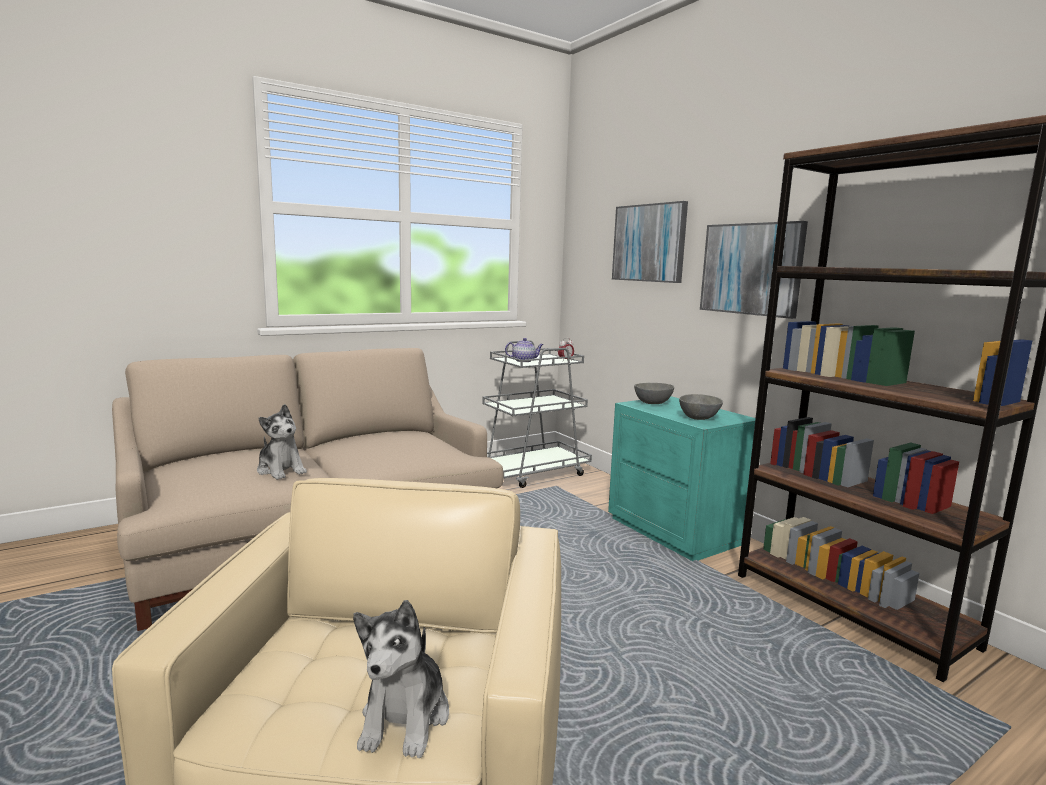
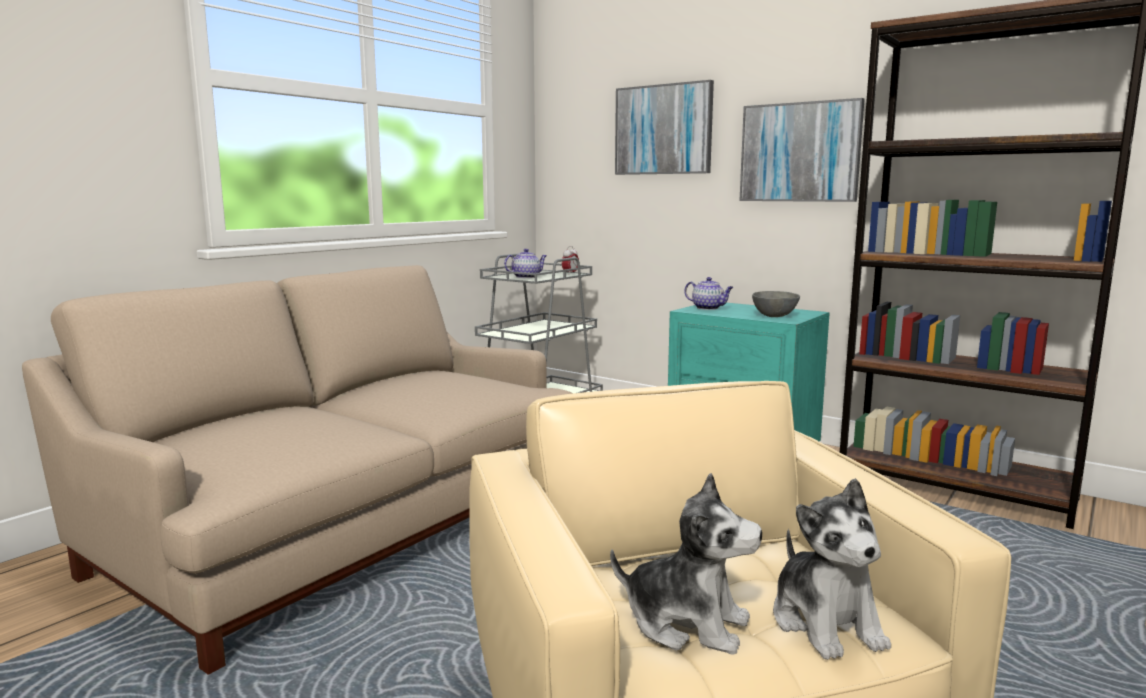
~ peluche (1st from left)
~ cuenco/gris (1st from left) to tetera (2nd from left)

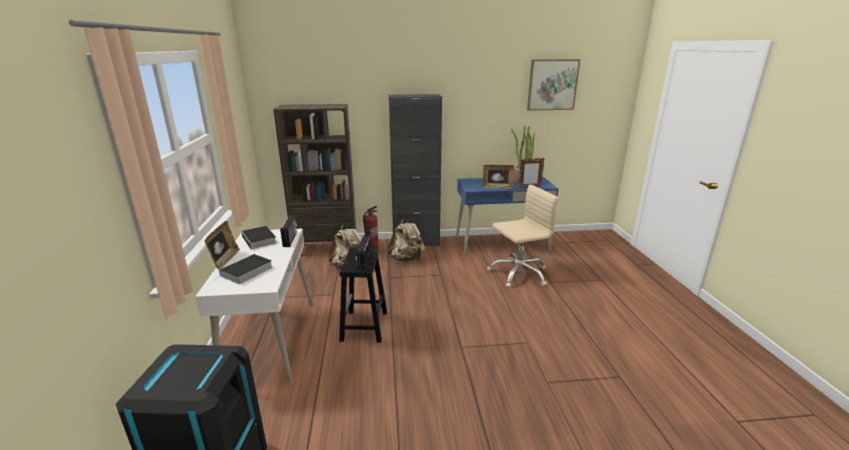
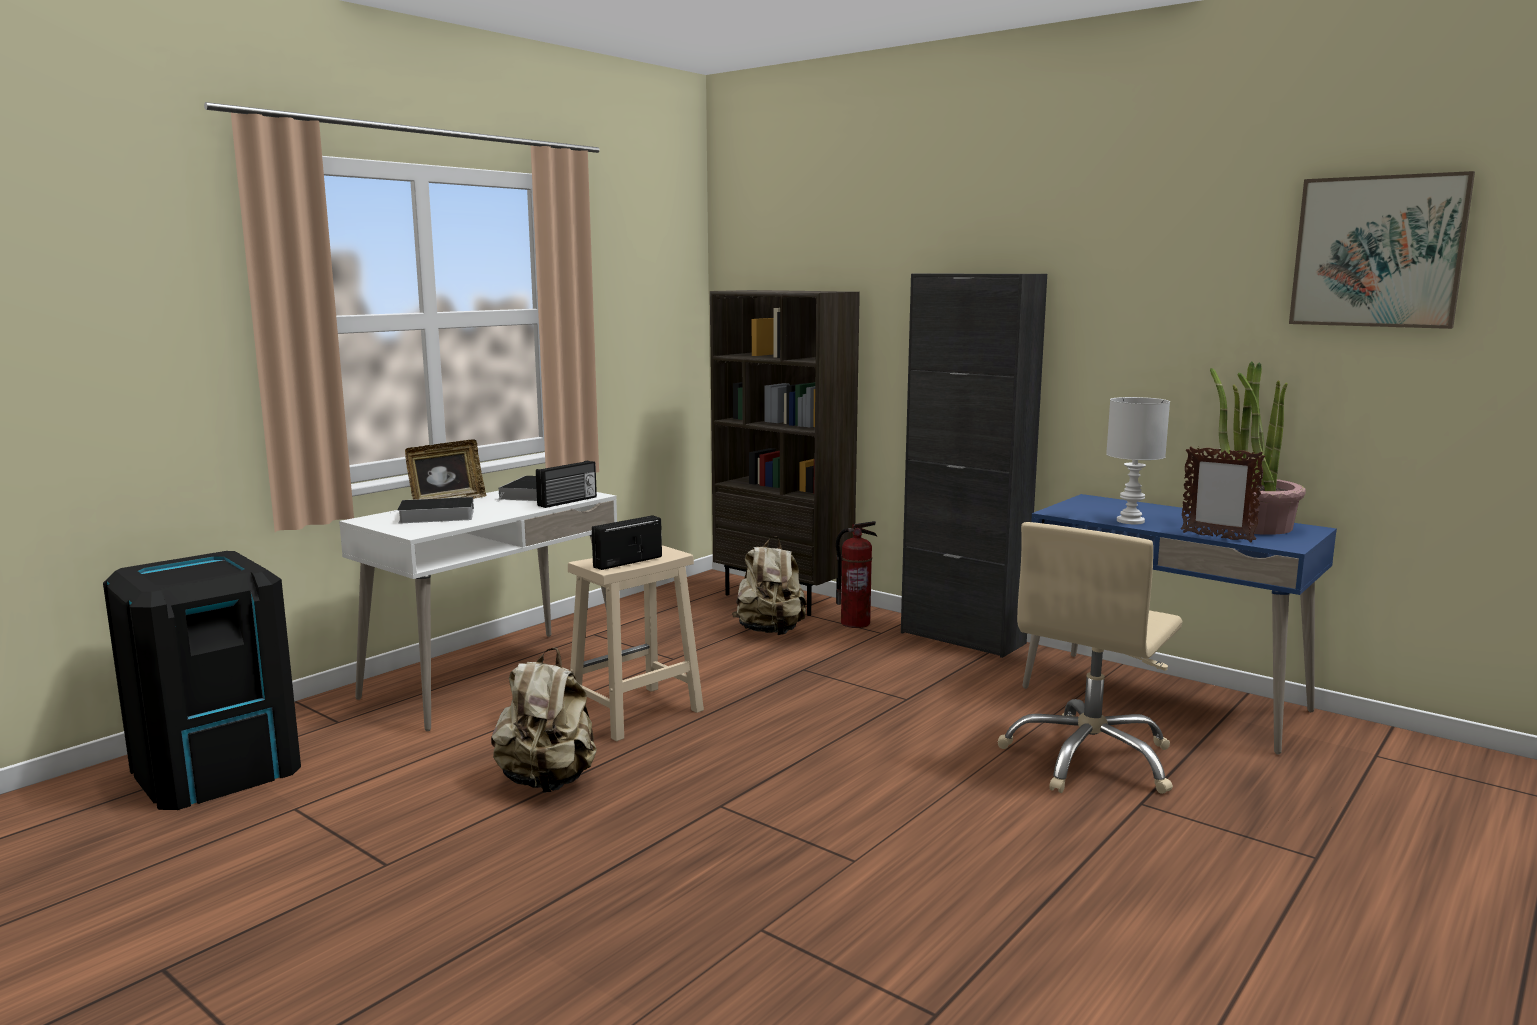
~ mochila/beis (2nd from left in the first image) to mochila/beis (1st from left)
~ taburete/negro to taburete/beis
~ silla de oficina/beis 105 degrees clockwise
~ portarretratos (2nd from left) to lámpara de mesa/blanco

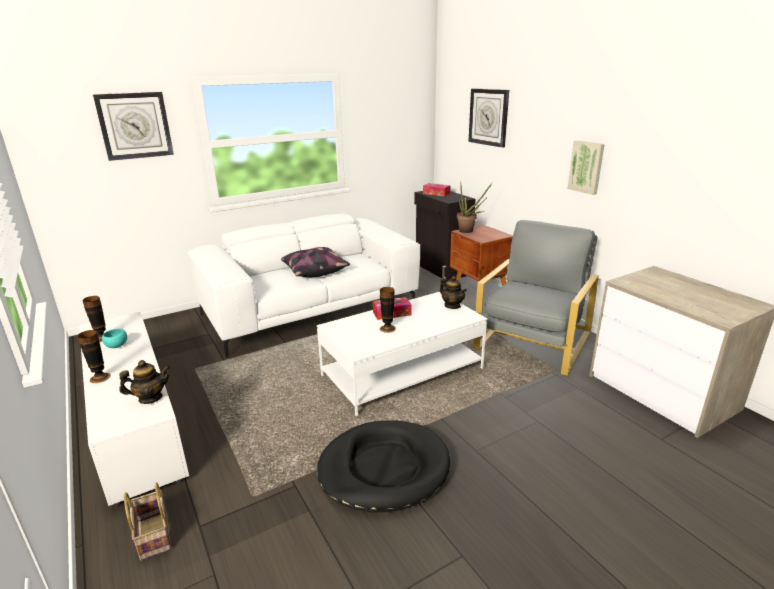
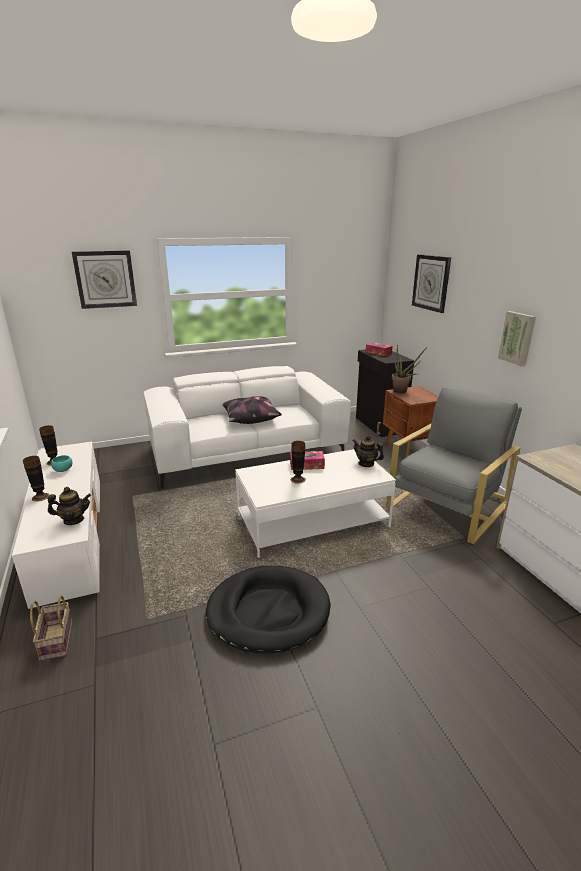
~ tetera (2nd from left) 150 degrees clockwise

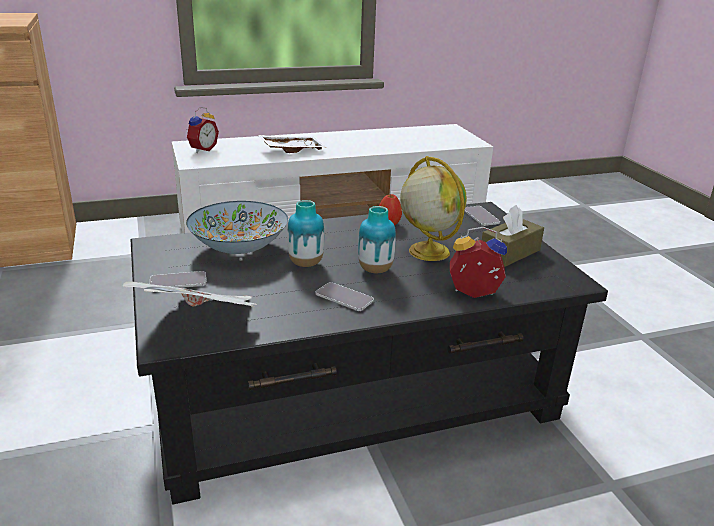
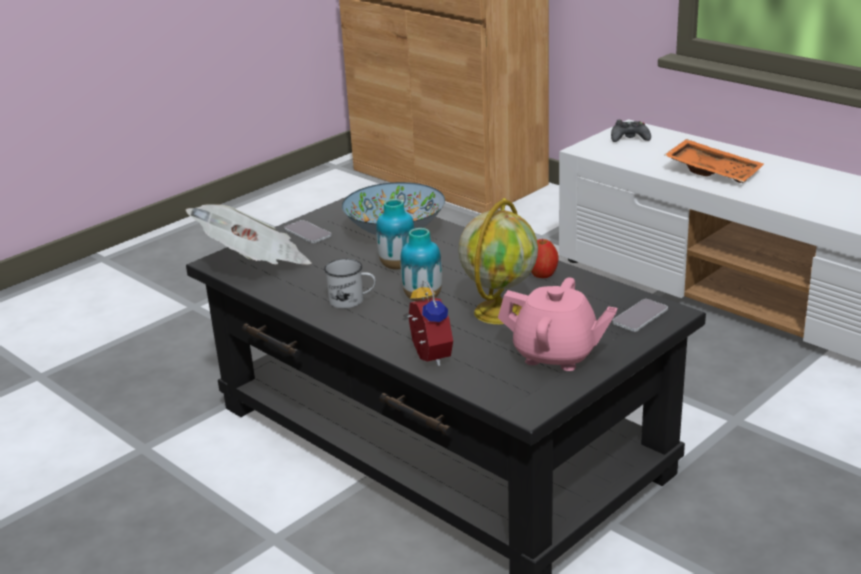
~ móvil (2nd from left) to taza grande/blanco
~ caja de pañuelos/marrón to tetera/rosa
~ despertador (1st from left) to mando de consola/negro
~ bandeja/blanco to bandeja/naranja

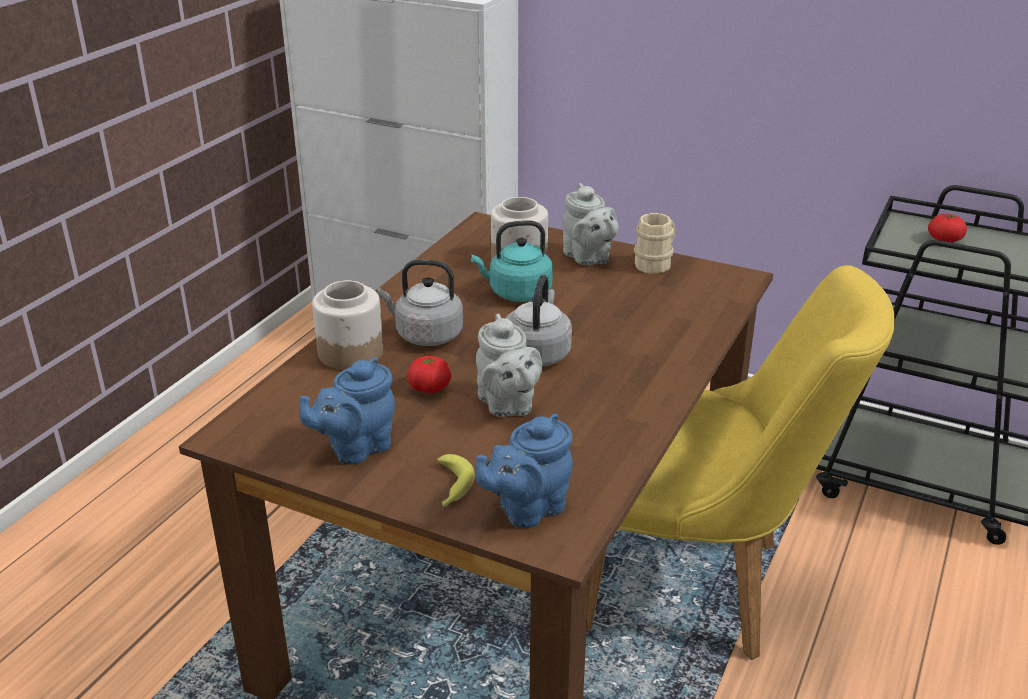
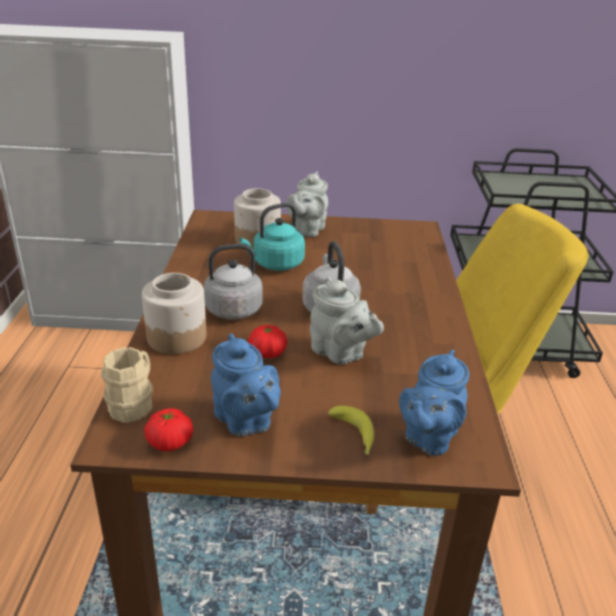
~ taza grande/beis
~ tomate (2nd from left in the first image) to tomate (1st from left)
~ tetera/azul (1st from left) 60 degrees counterclockwise
~ tetera/gris (2nd from left in the first image) 75 degrees clockwise

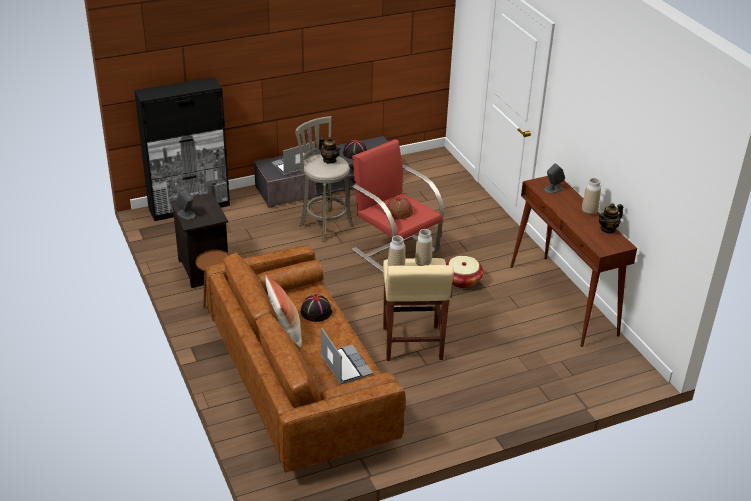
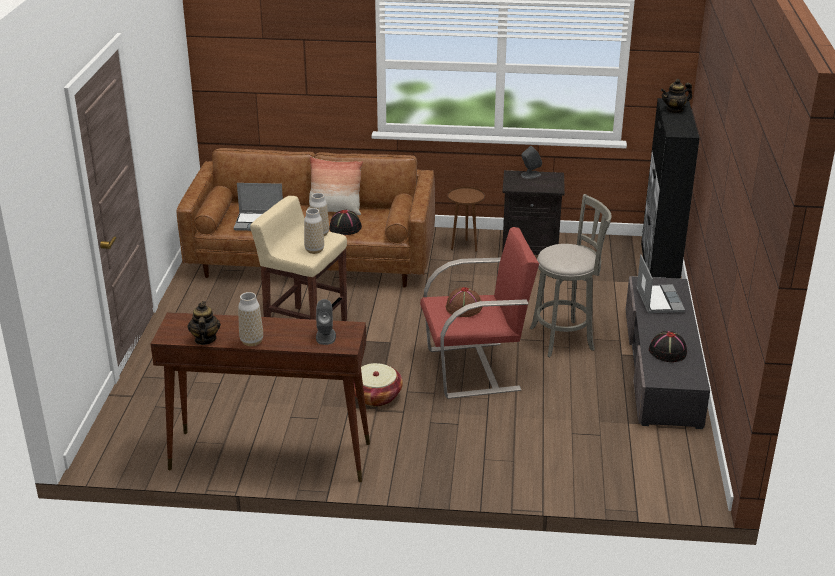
~ tetera (1st from left in the first image) to tetera (2nd from left)

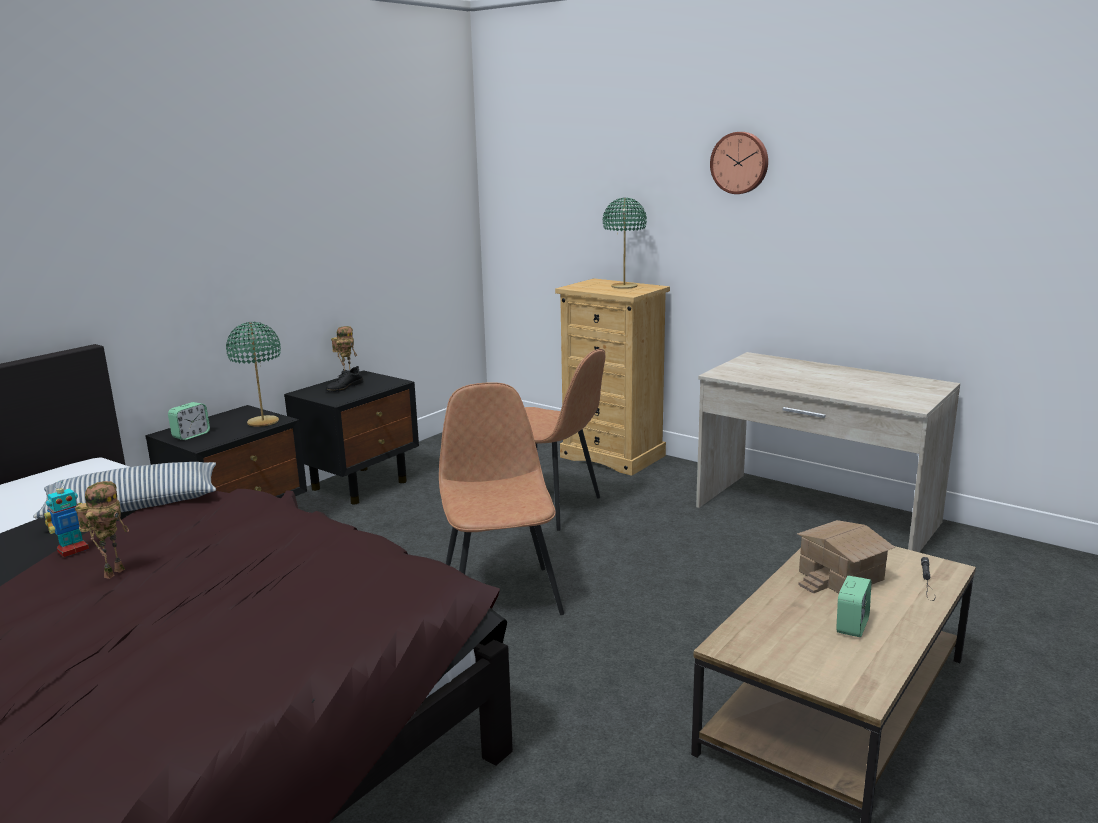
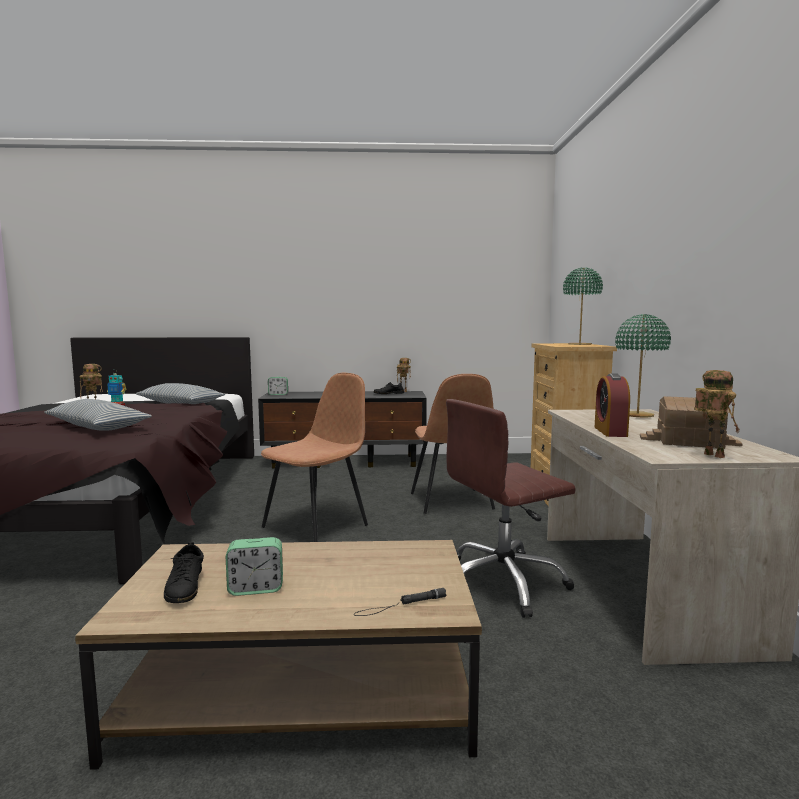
+ cojín (1st from left)
+ zapato/negro (1st from left)
+ silla de oficina/marrón
+ despertador (3rd from left)
~ lámpara de mesa/verde (1st from left in the first image) to lámpara de mesa/verde (2nd from left)
~ casita
+ robot de juguete (4th from left)
- reloj de pared

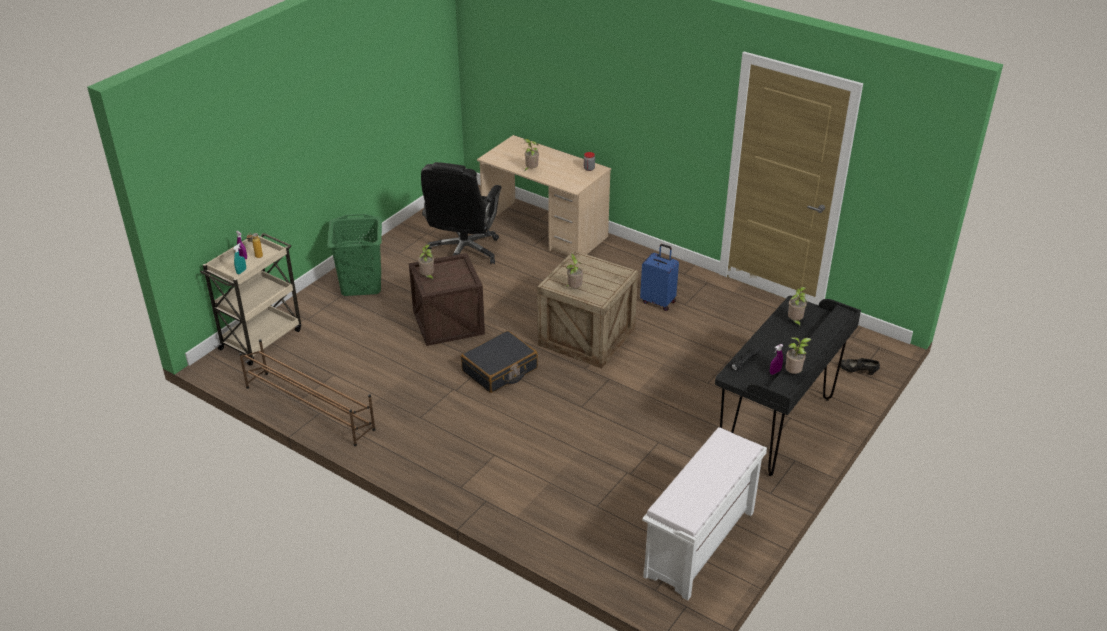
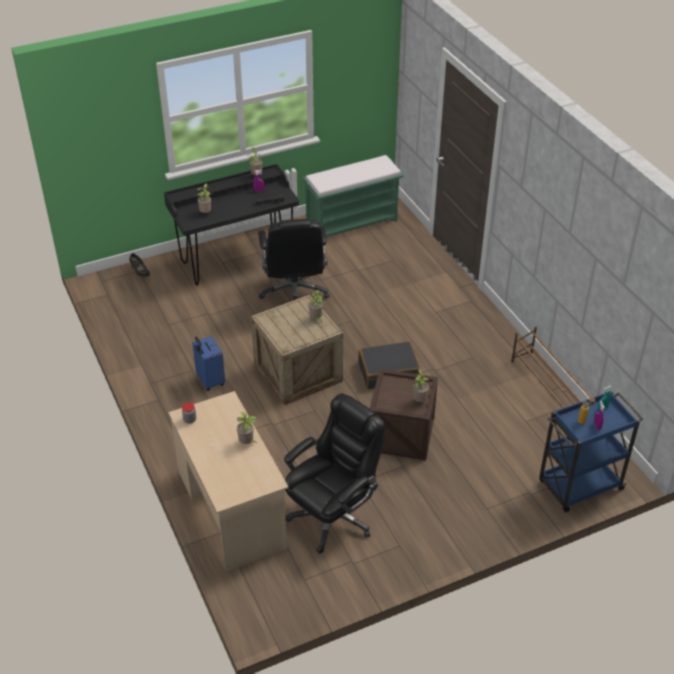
+ silla de oficina/negro (1st from left)
~ banco/blanco to banco/verde
~ carrito/beis to carrito/azul
- cesto de la ropa/verde

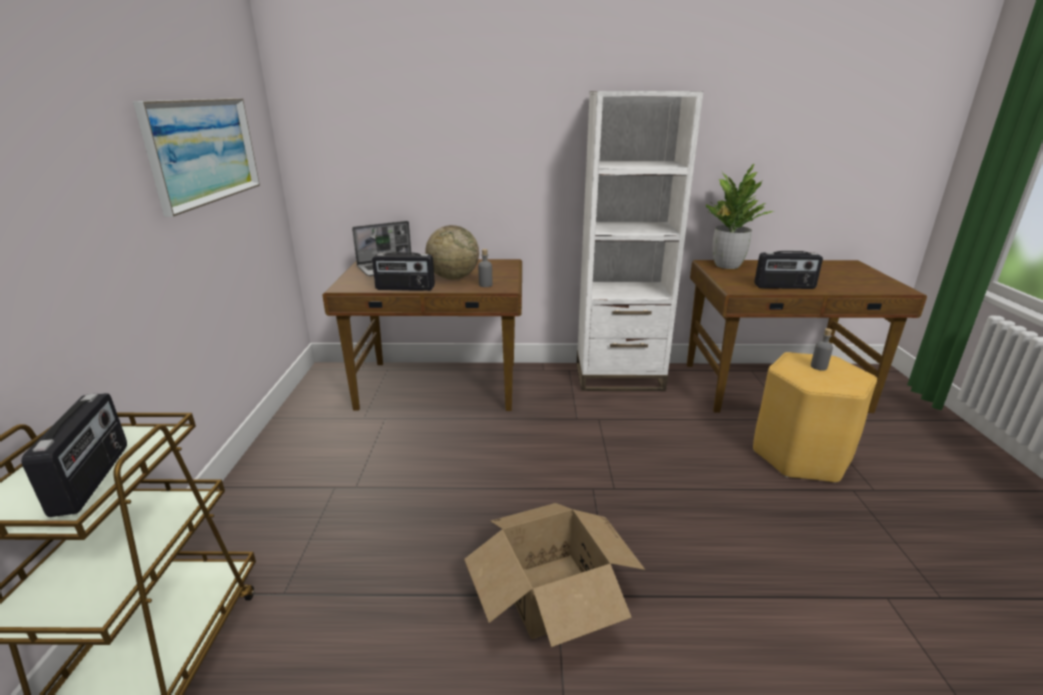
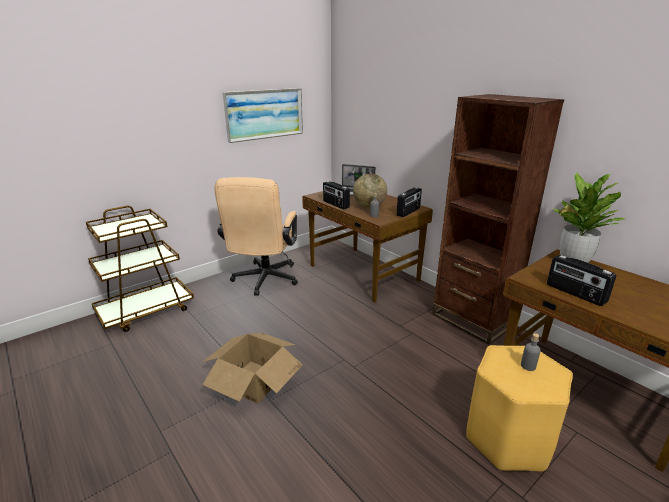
+ silla de oficina/beis
~ radio (1st from left in the first image) to radio (2nd from left)
~ estantería/blanco to estantería/marrón

